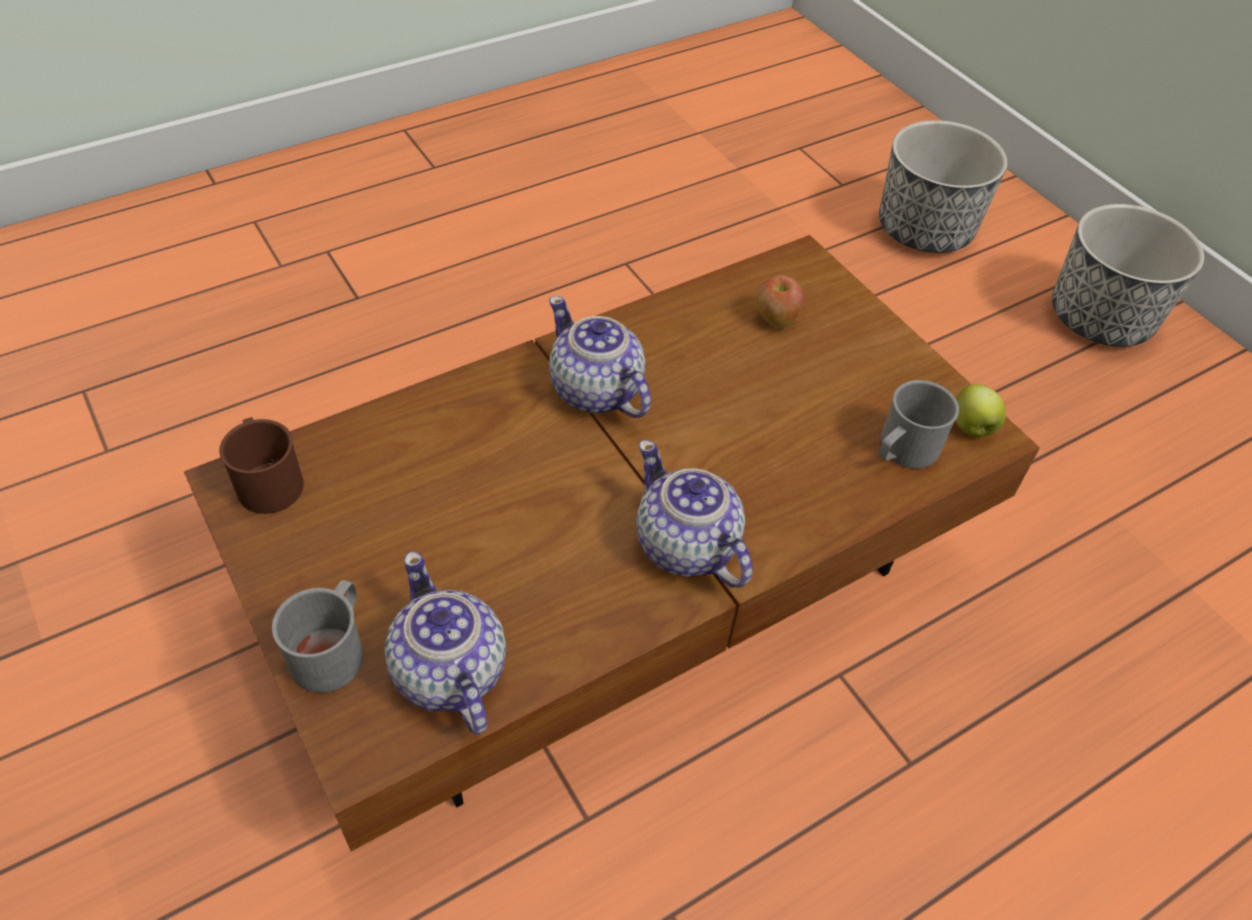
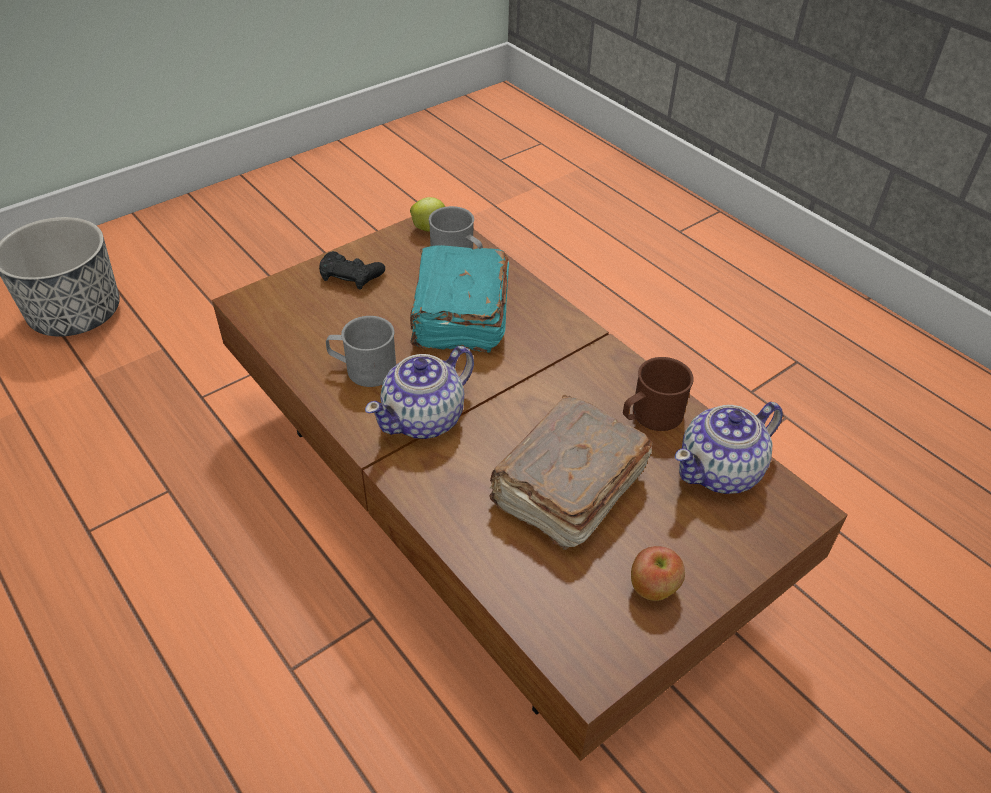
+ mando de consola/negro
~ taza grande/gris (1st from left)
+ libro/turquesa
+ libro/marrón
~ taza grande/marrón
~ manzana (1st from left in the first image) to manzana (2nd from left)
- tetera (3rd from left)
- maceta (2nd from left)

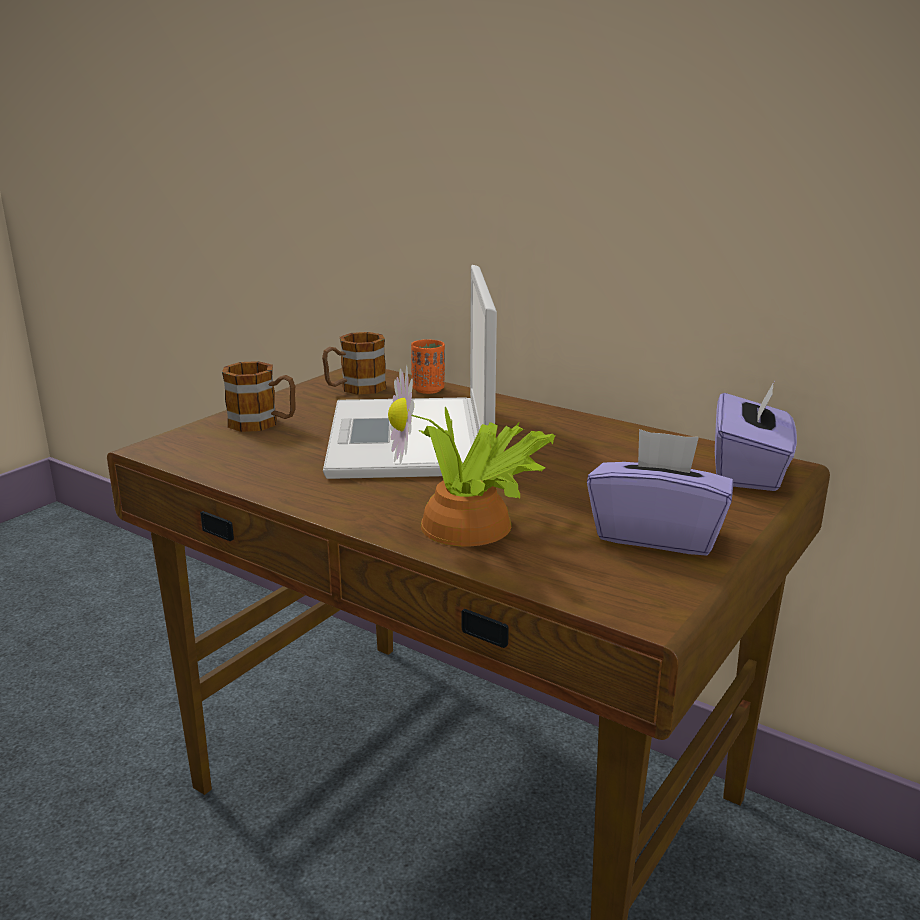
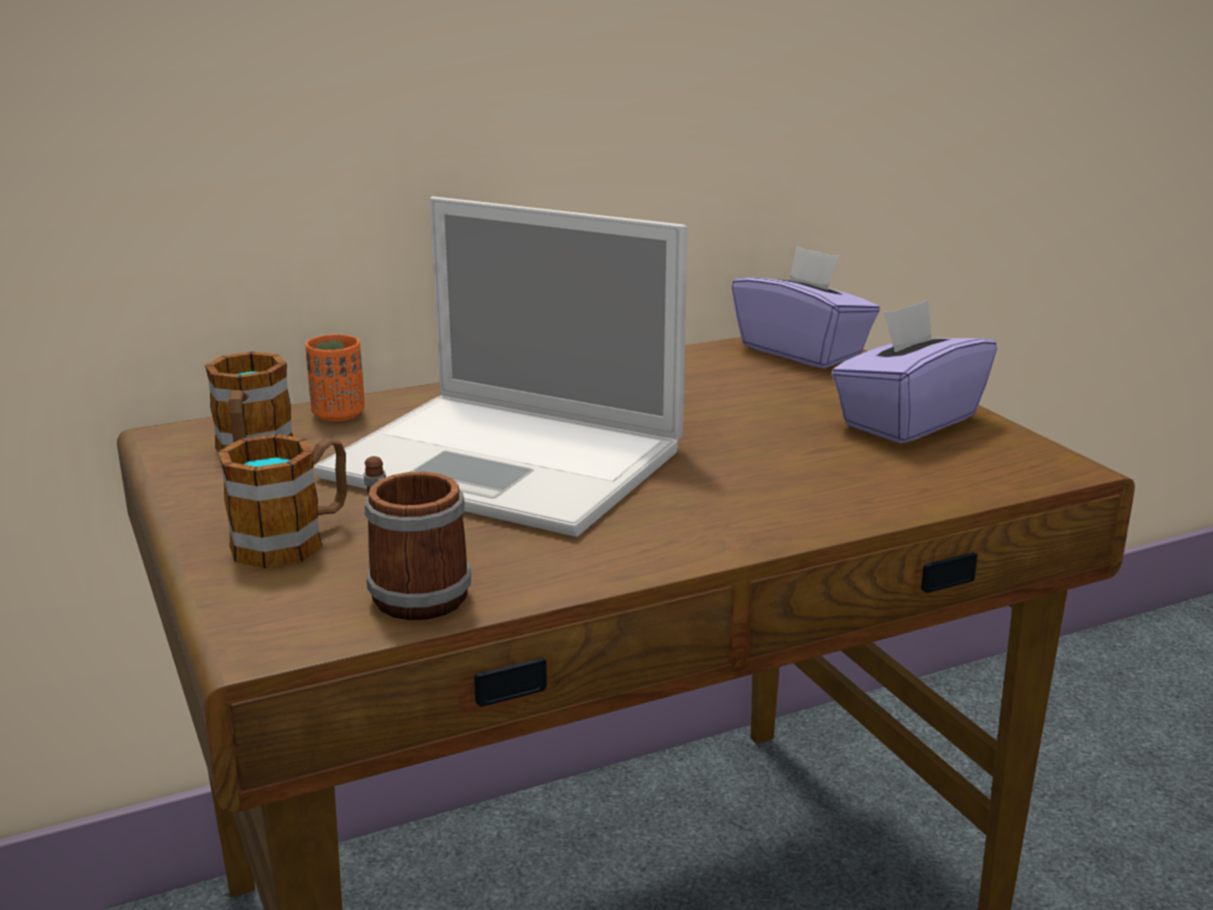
+ taza grande (3rd from left)
- planta en maceta

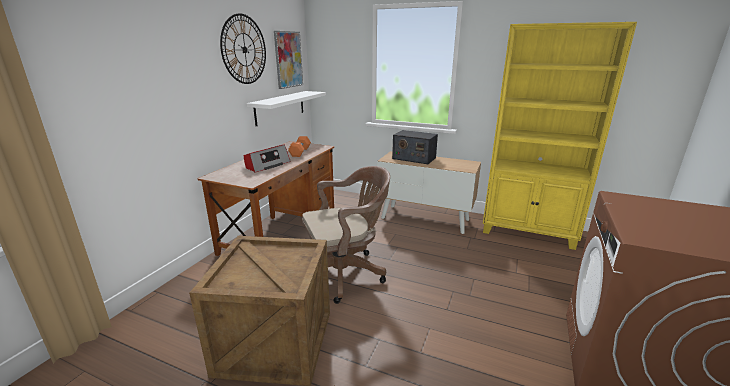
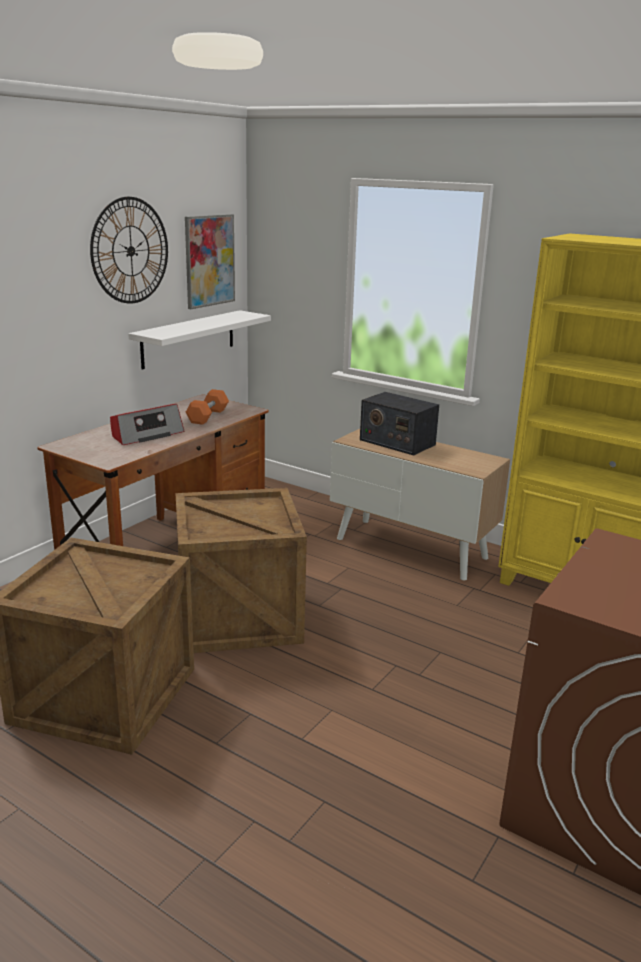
~ silla de oficina/marrón to caja de embalaje (2nd from left)

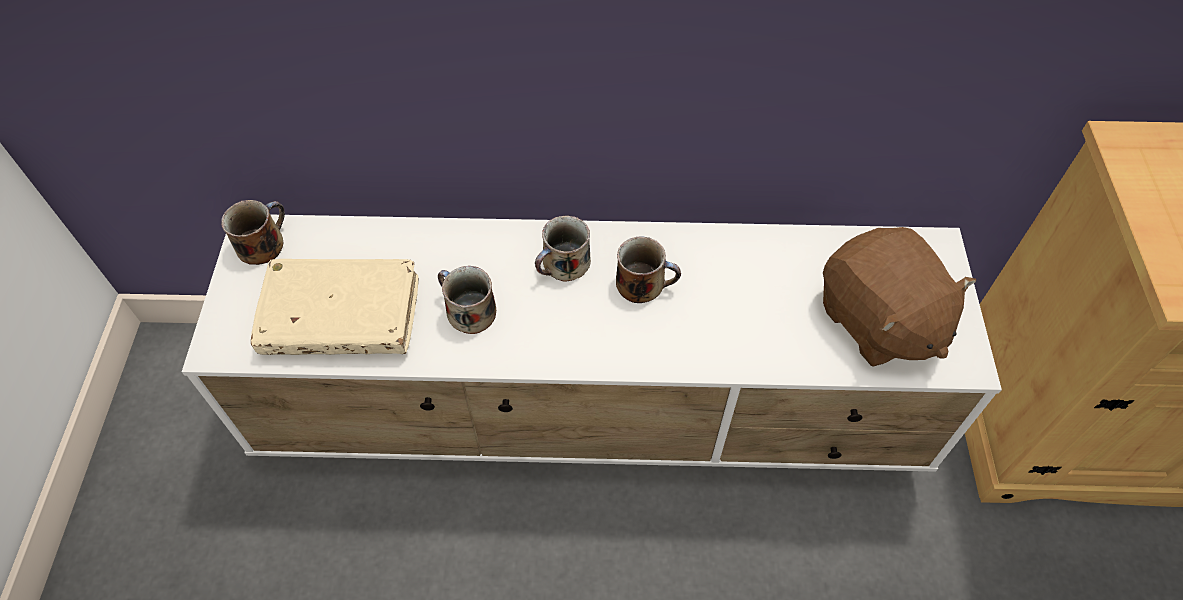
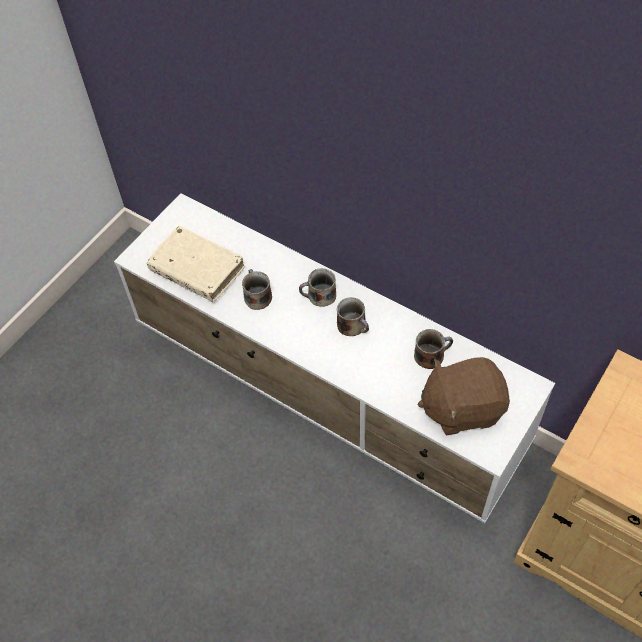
~ taza grande (1st from left in the first image) to taza grande (4th from left)
~ peluche/marrón 75 degrees clockwise

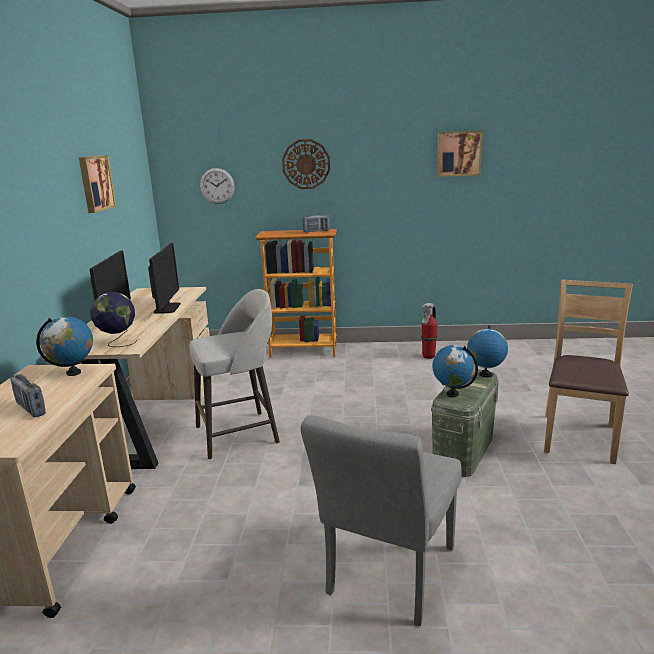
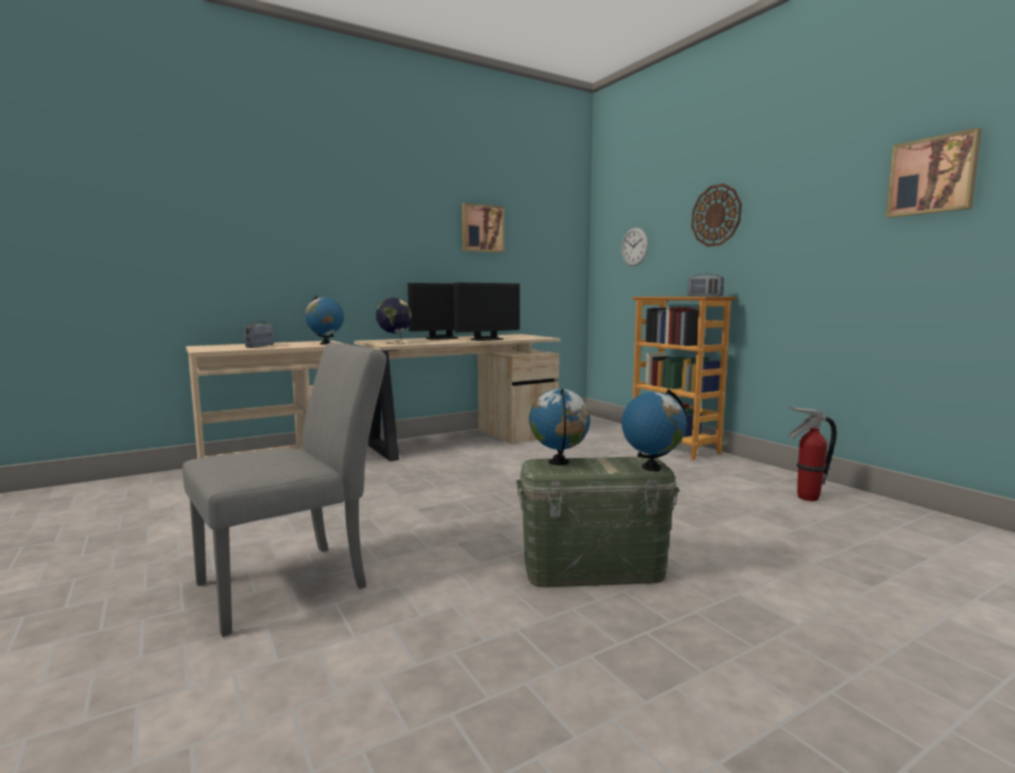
~ silla/gris 150 degrees clockwise
- taburete/gris
- silla/marrón

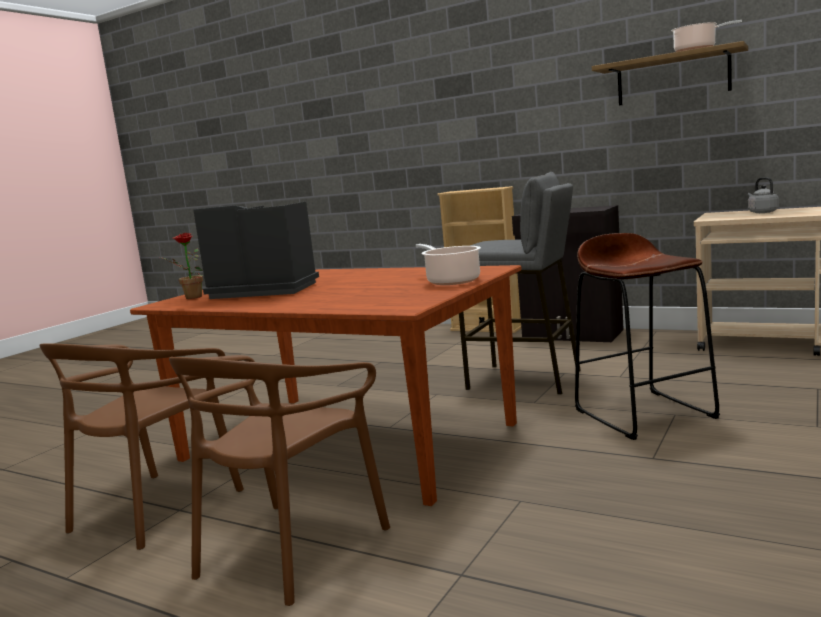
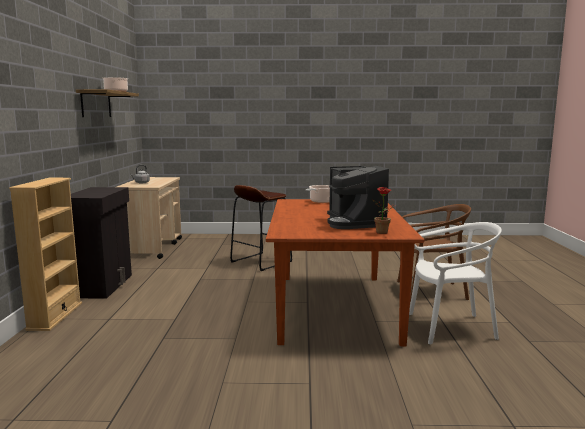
~ silla/marrón (1st from left) to silla/blanco
- taburete/gris

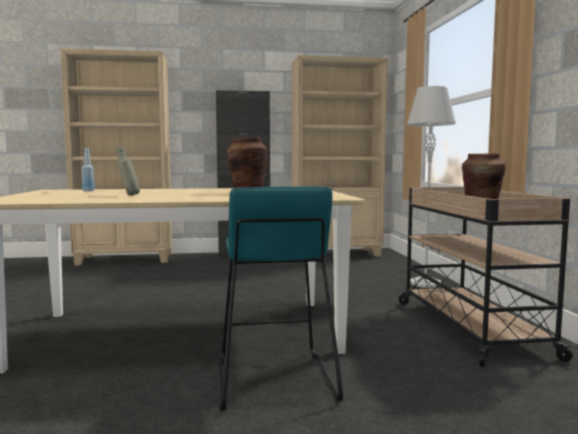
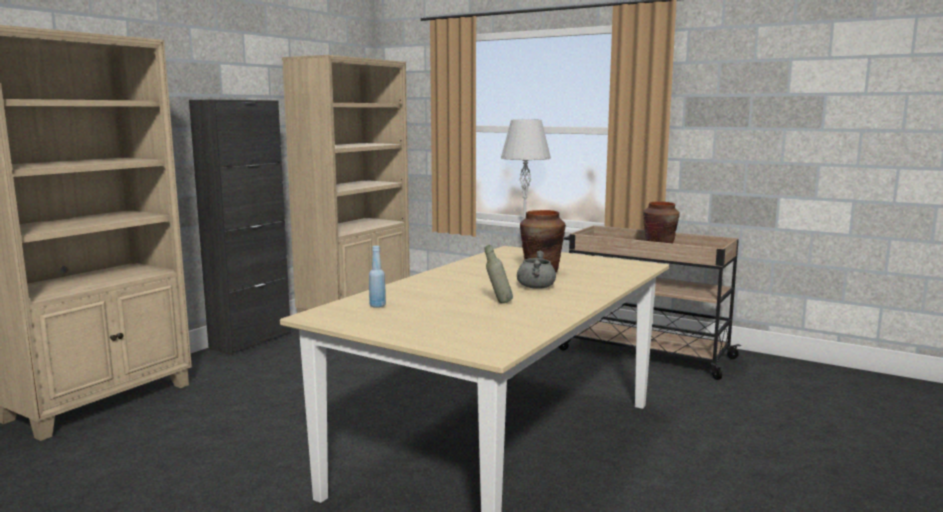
+ olla/gris
- taburete/turquesa

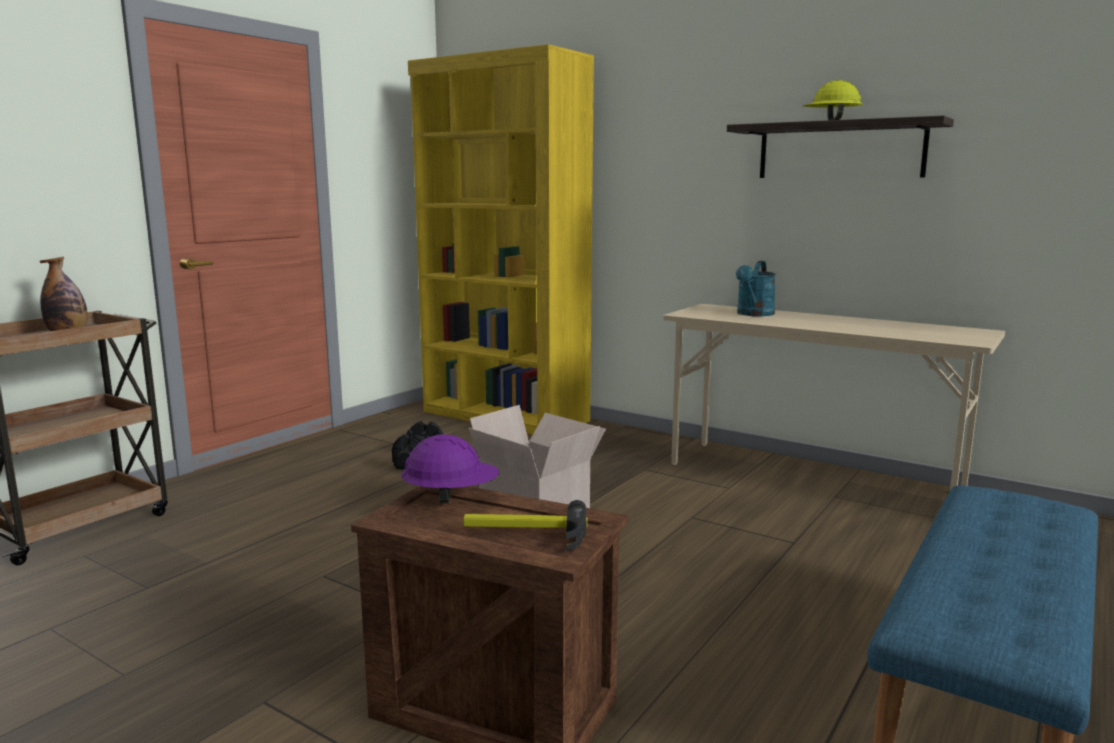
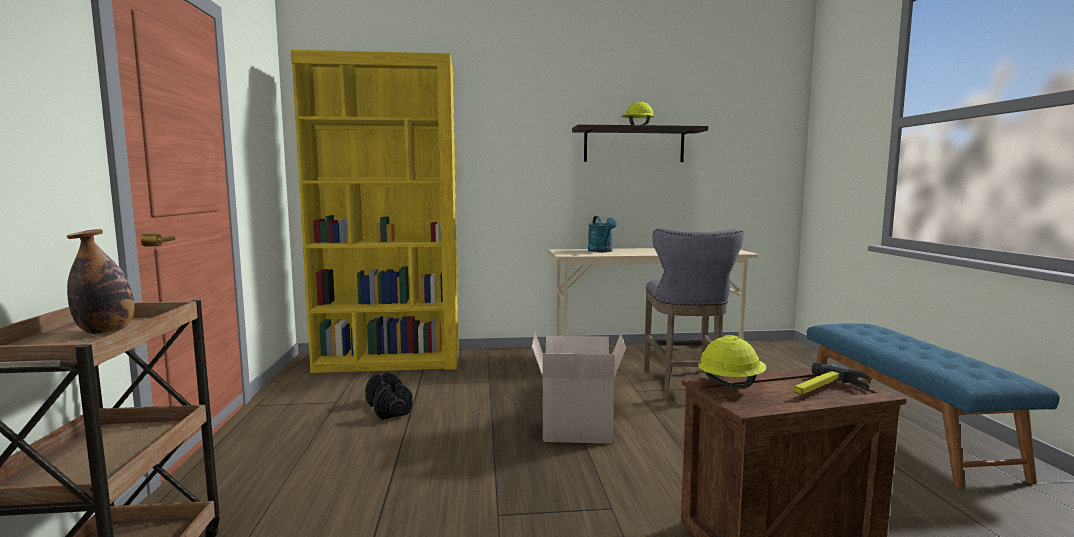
+ taburete/gris
~ casco/morado to casco/amarillo (2nd from left)

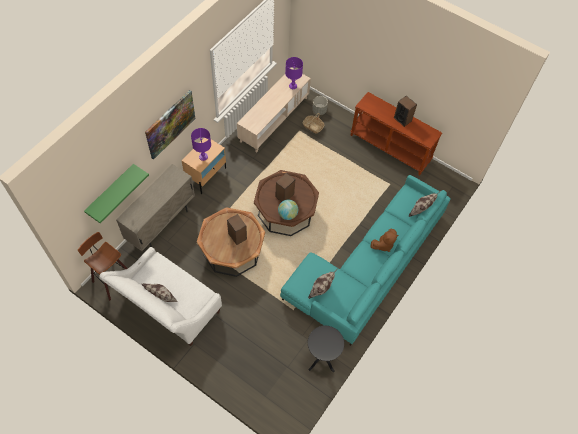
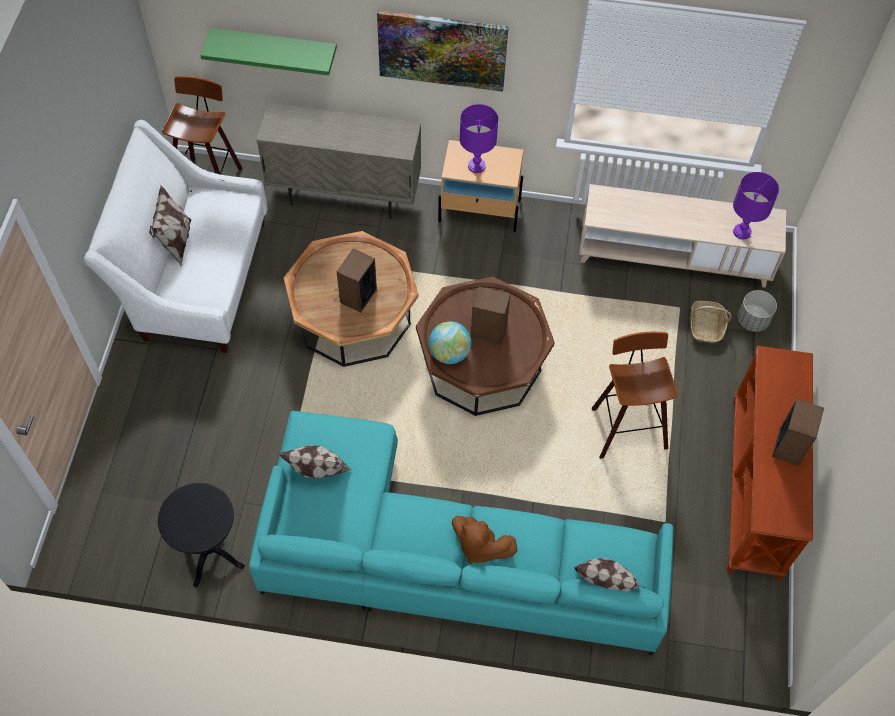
+ taburete (2nd from left)

